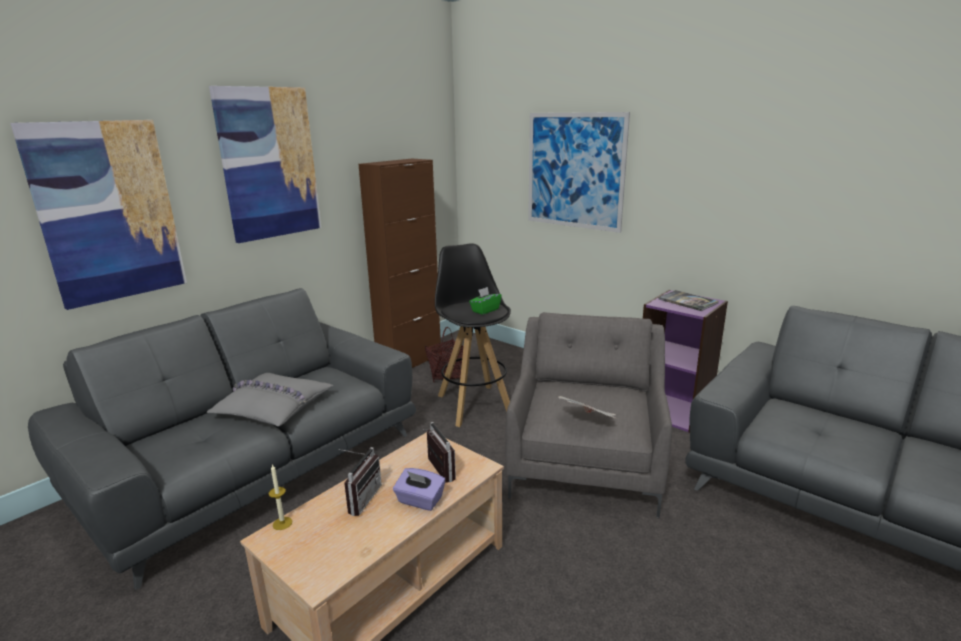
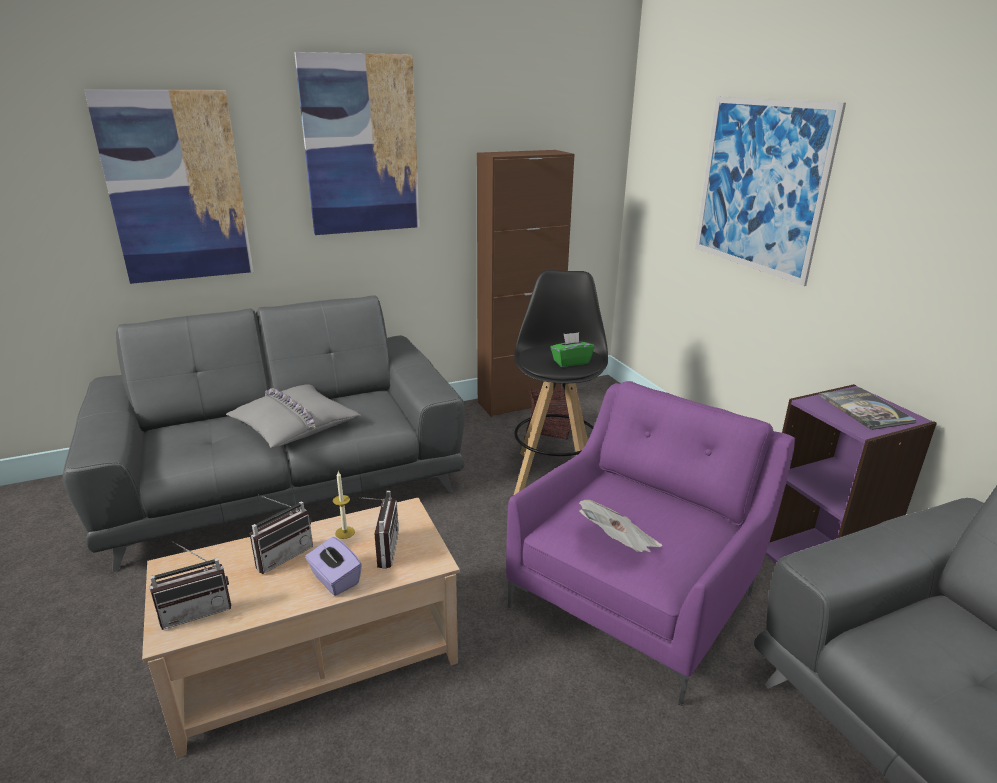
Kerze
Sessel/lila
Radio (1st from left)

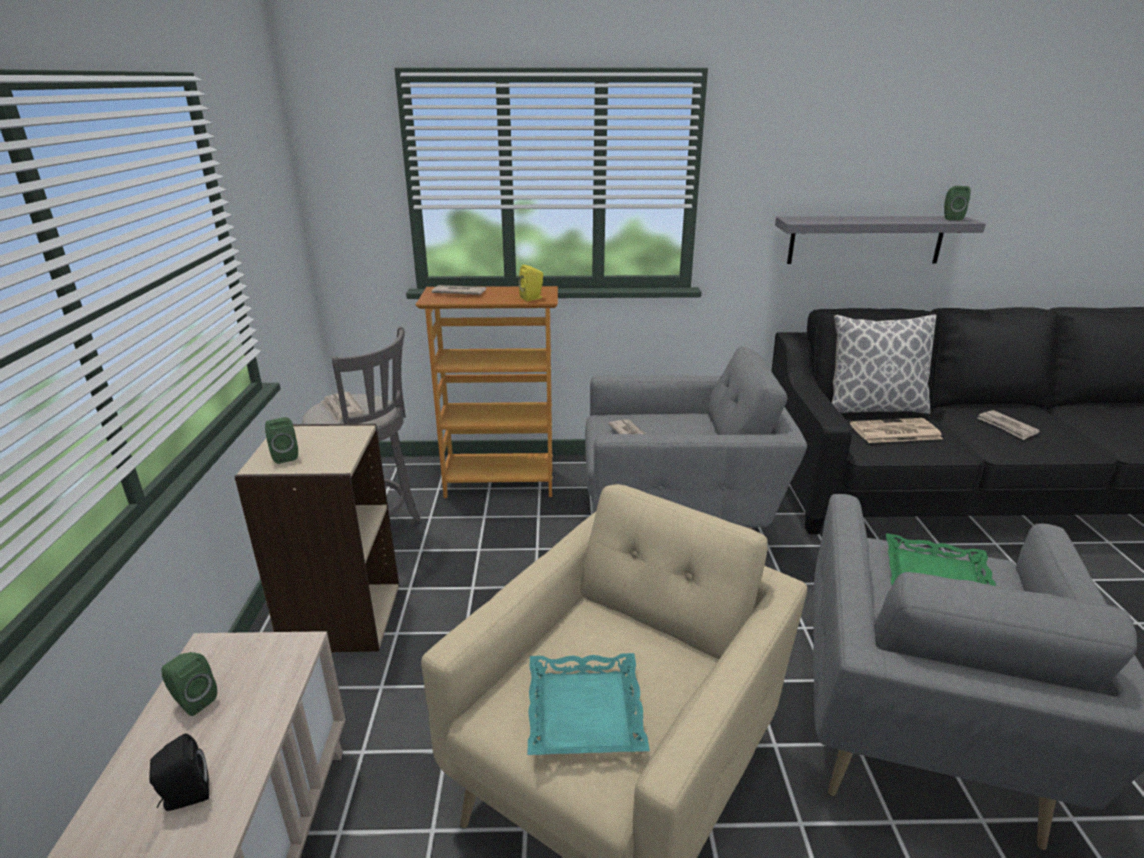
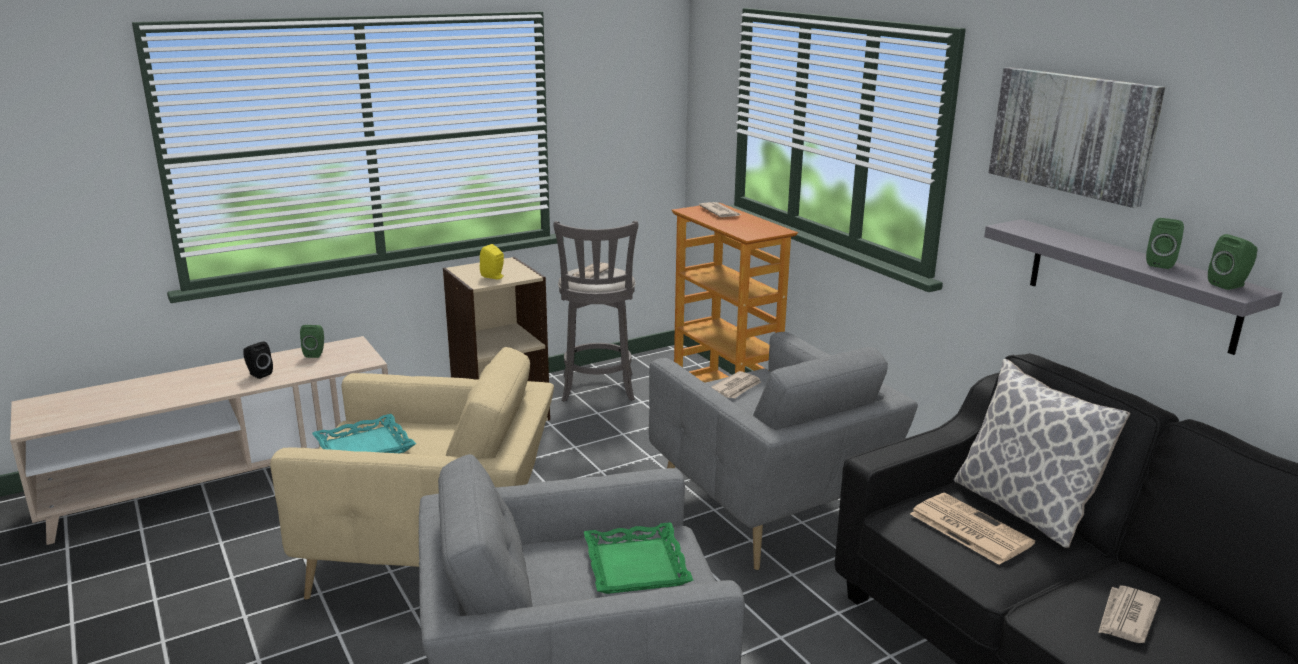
Lautsprecher/grün (2nd from left)
Lautsprecher/gelb
Bild

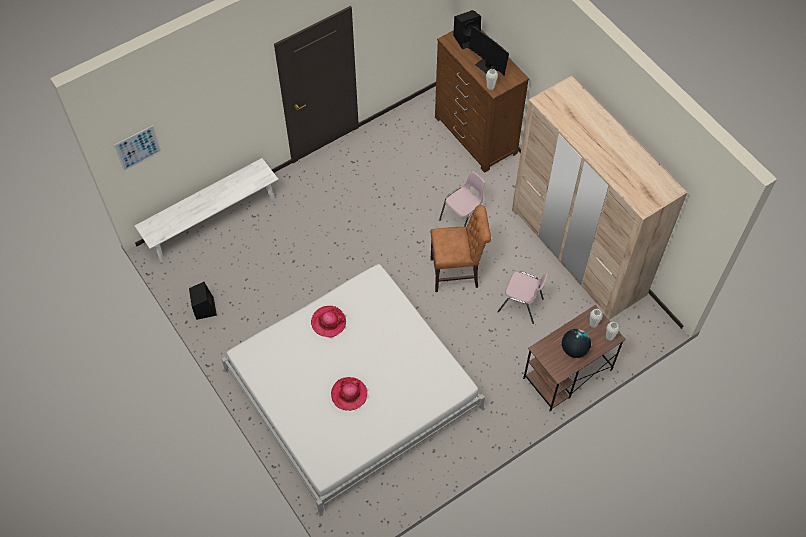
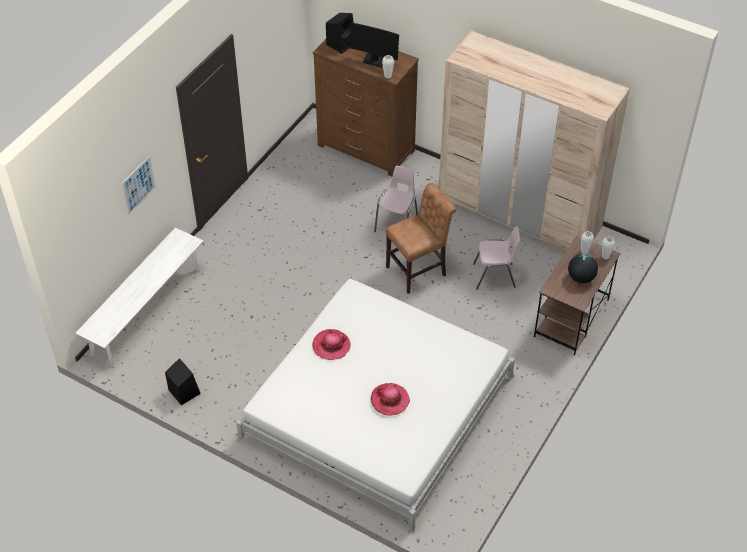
Bild

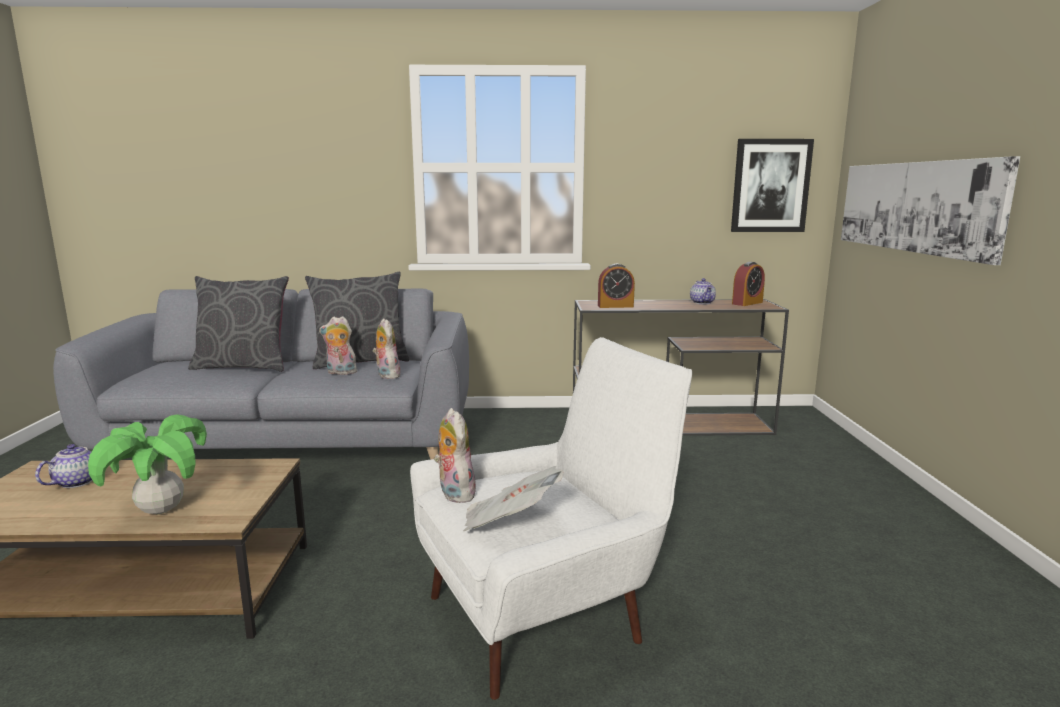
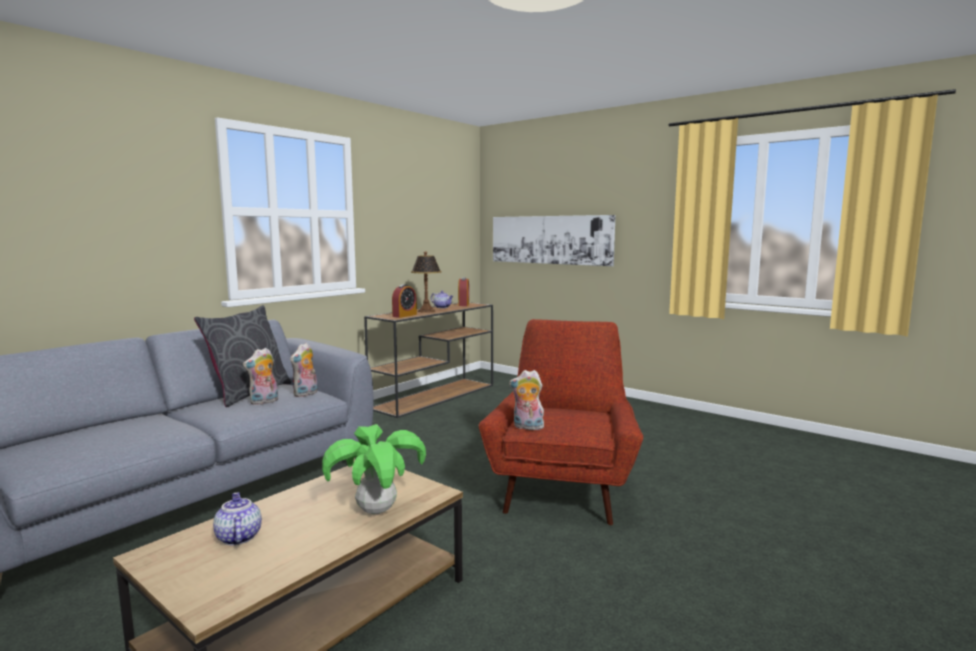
Kissen/grau (1st from left in the first image)
Plüschtier (2nd from left)
Sessel/rot
Zeitung
Bild (1st from left in the first image)
Tischlampe

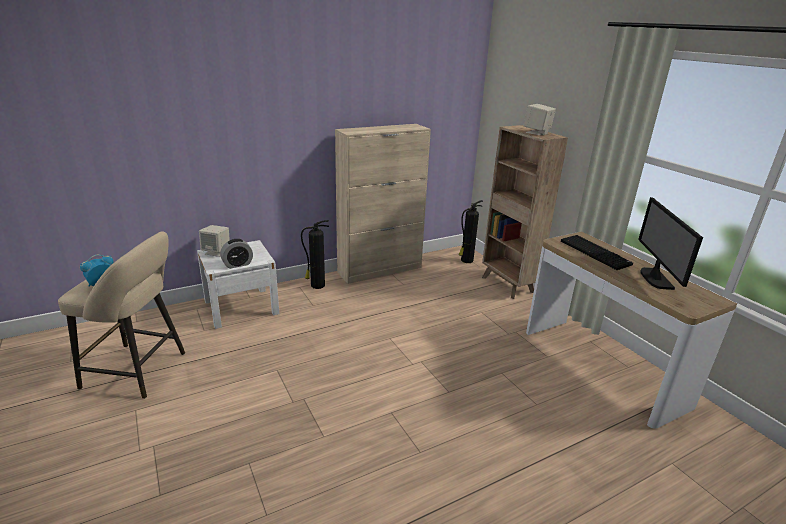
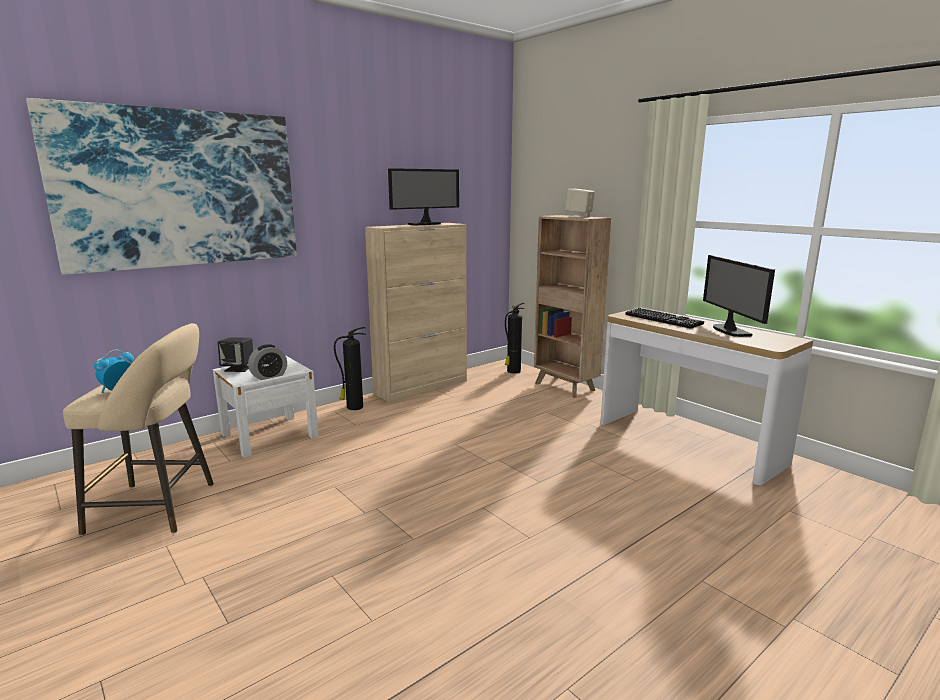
Lautsprecher/schwarz
Bild
Monitor (1st from left)

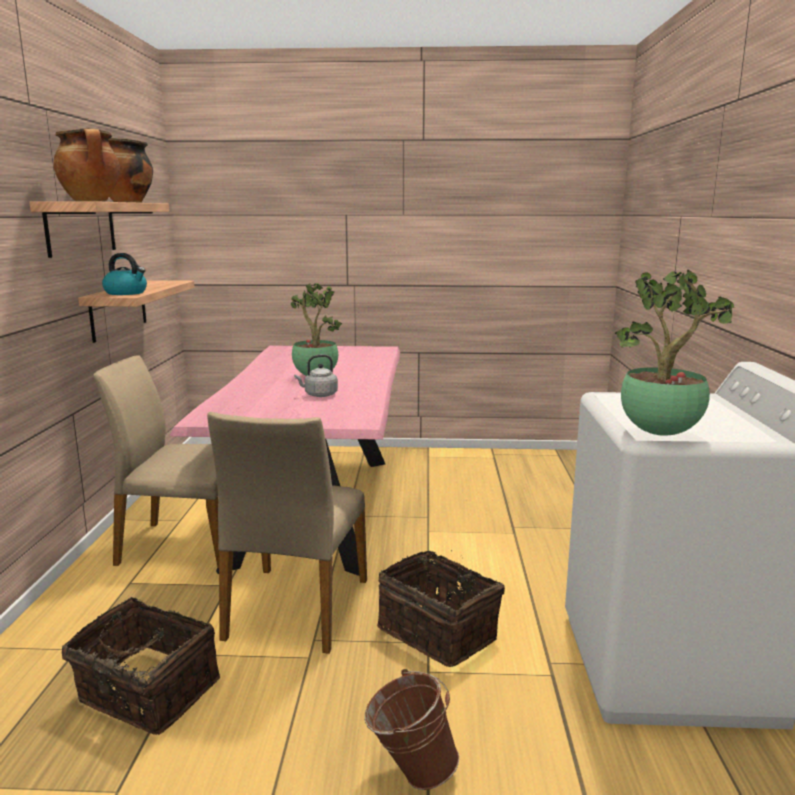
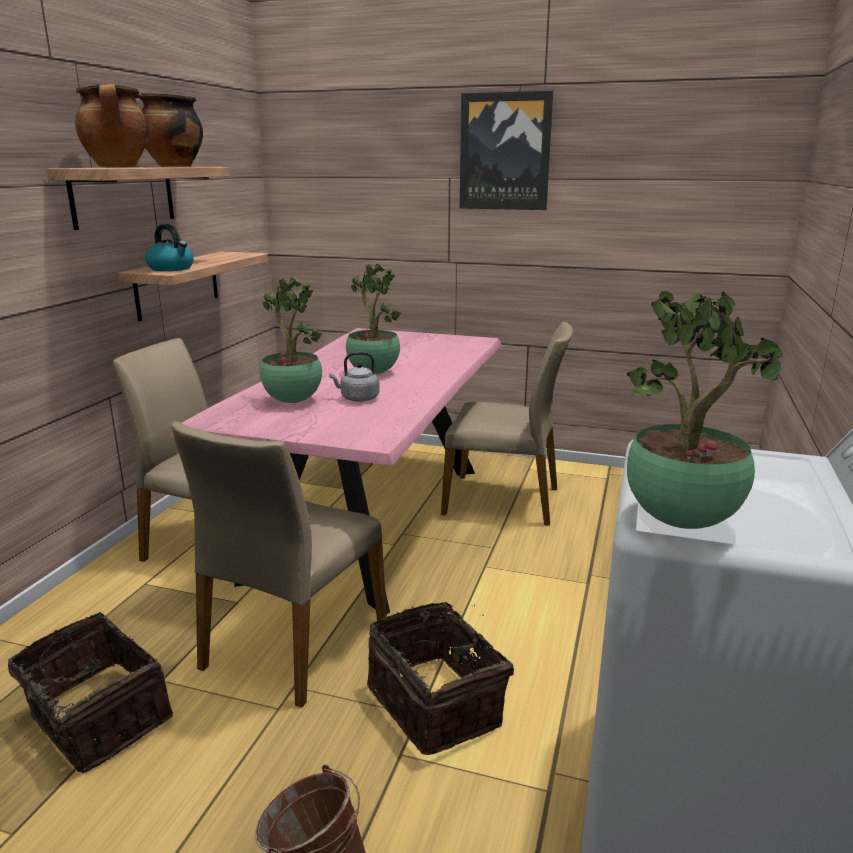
Topfpflanze (1st from left)
Stuhl/beige (3rd from left)
Bild

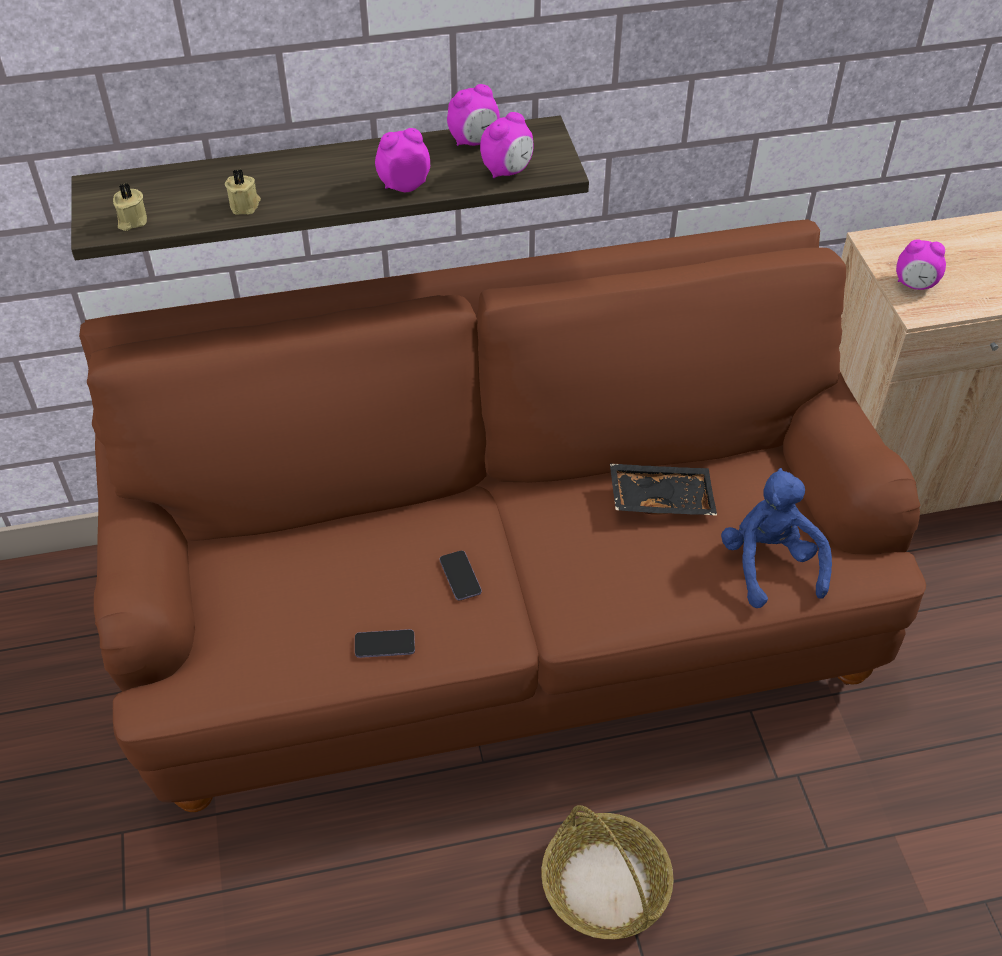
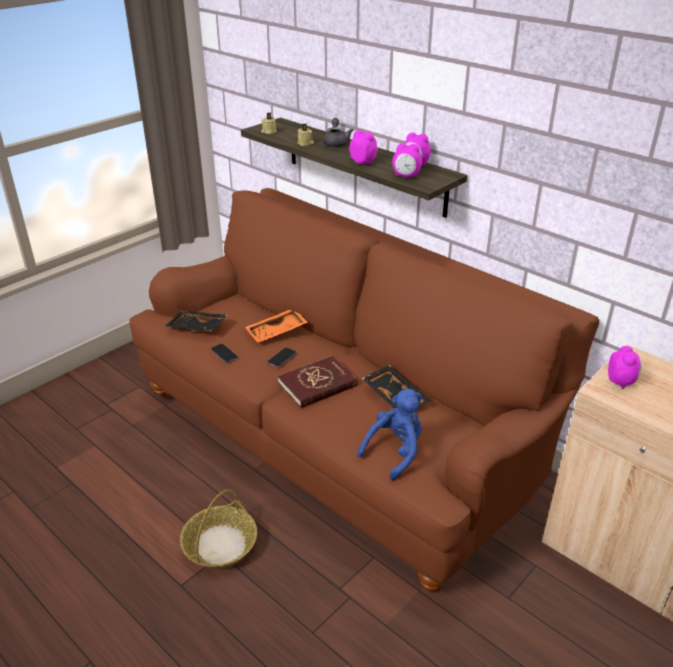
Wecker (4th from left)
Tablett/schwarz (1st from left)
Tablett/orange
Buch/rot
Teekanne/grau

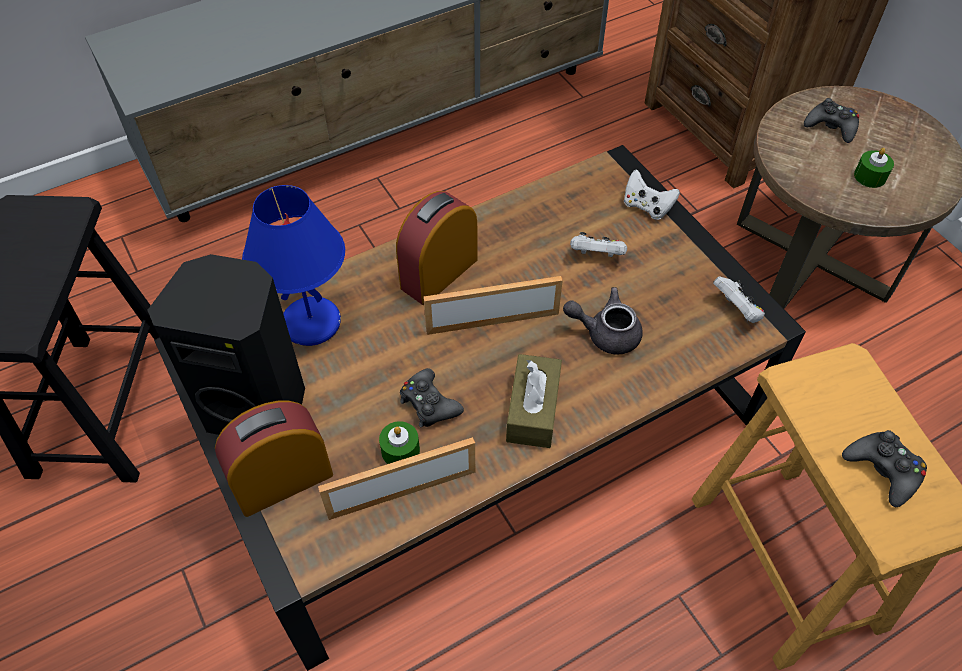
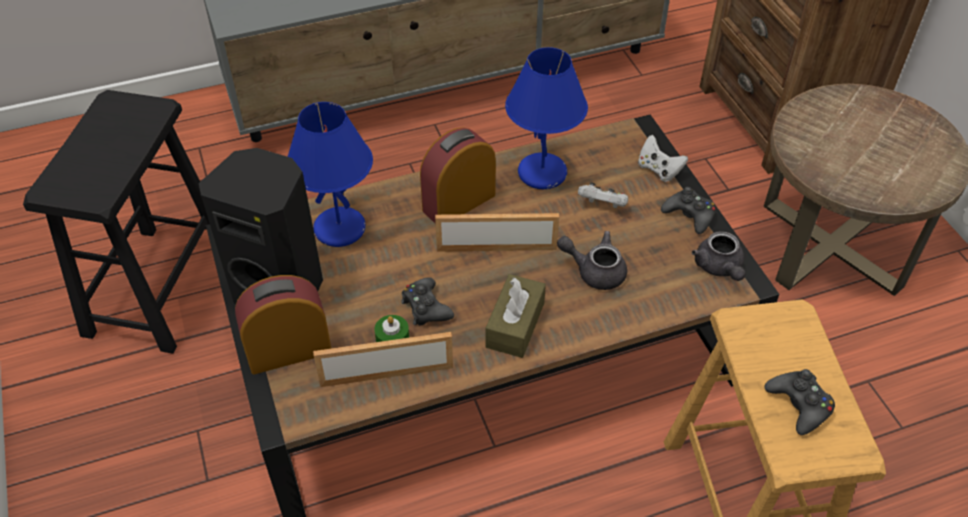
Teekanne/grau (2nd from left)
Gamepad/schwarz (2nd from left)
Kerze/grün (2nd from left in the first image)
Tischlampe/blau (2nd from left)

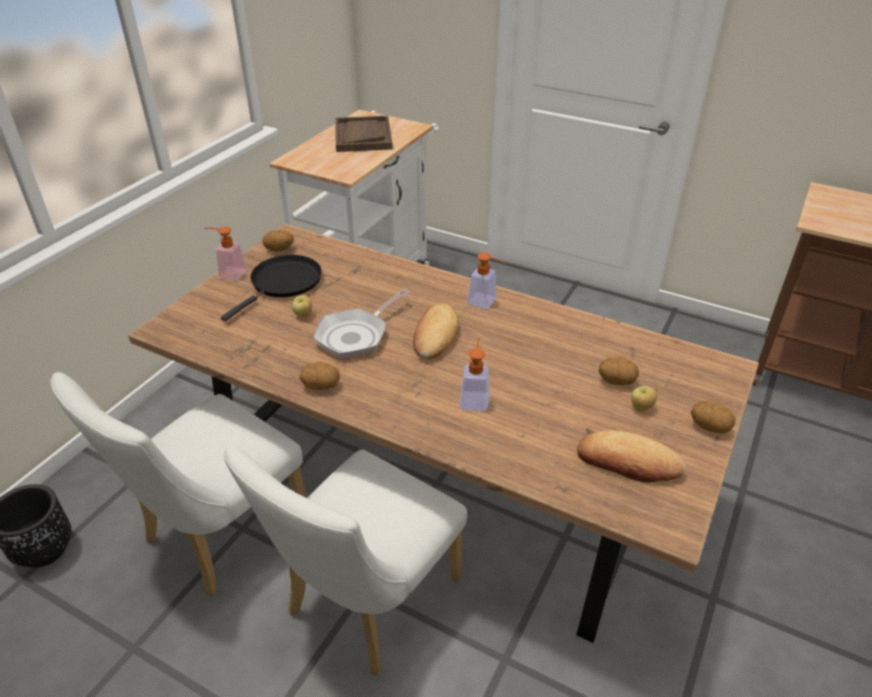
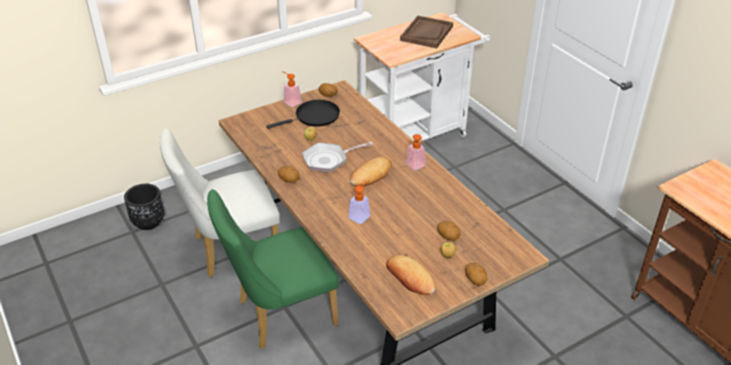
Stuhl/grün

